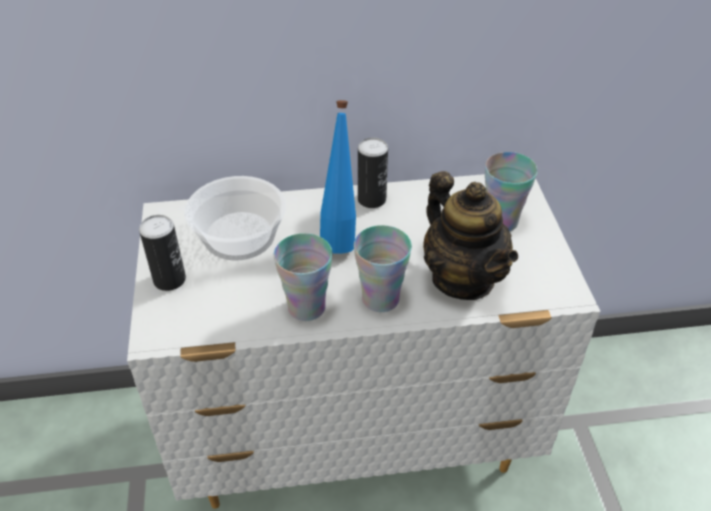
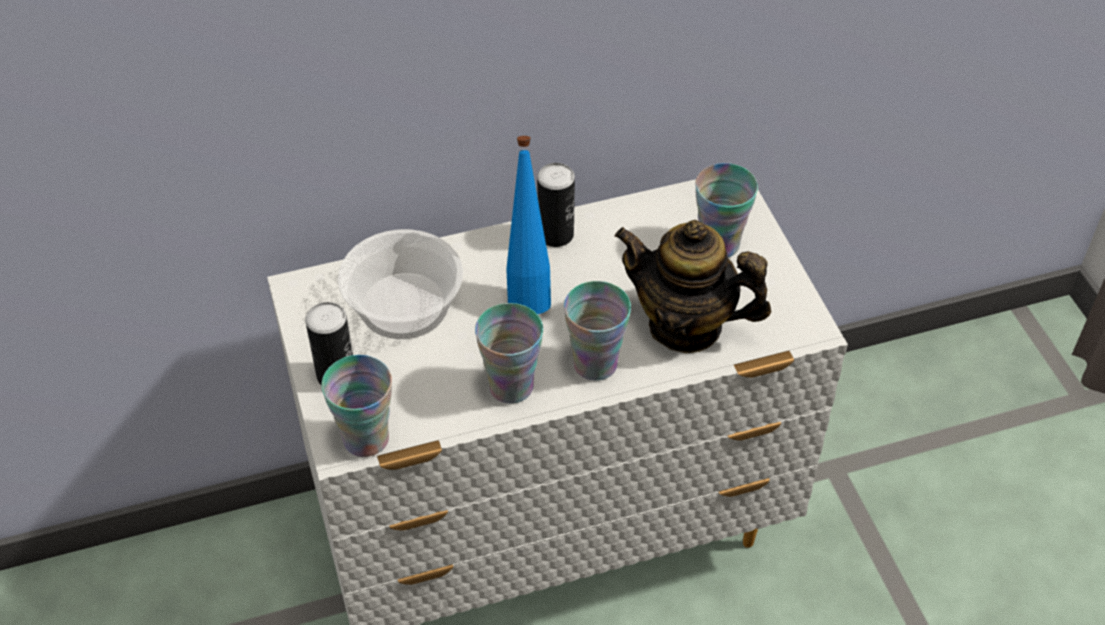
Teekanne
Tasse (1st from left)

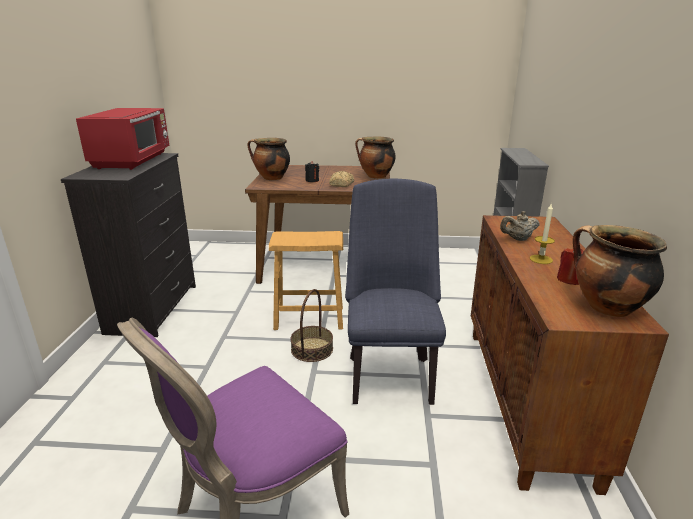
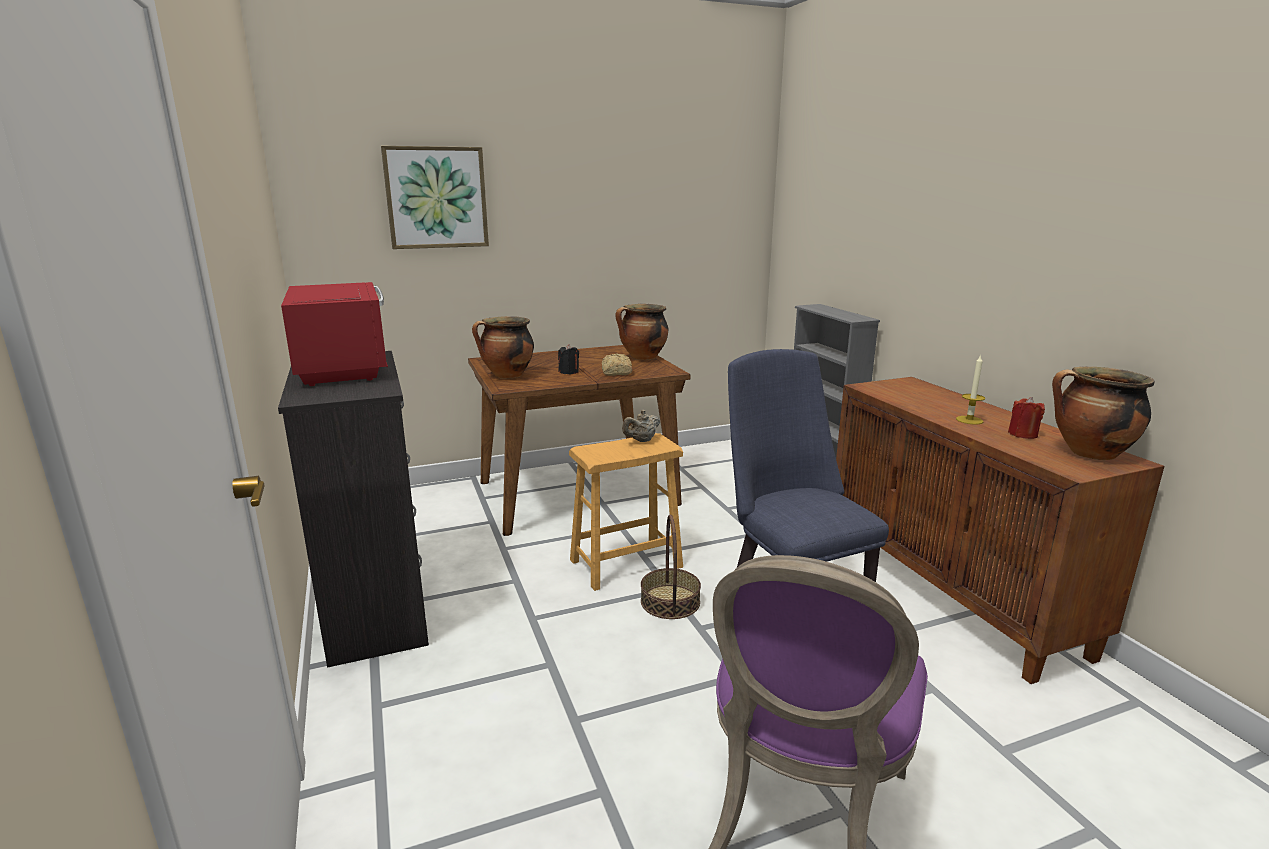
Teekanne/beige
Bild

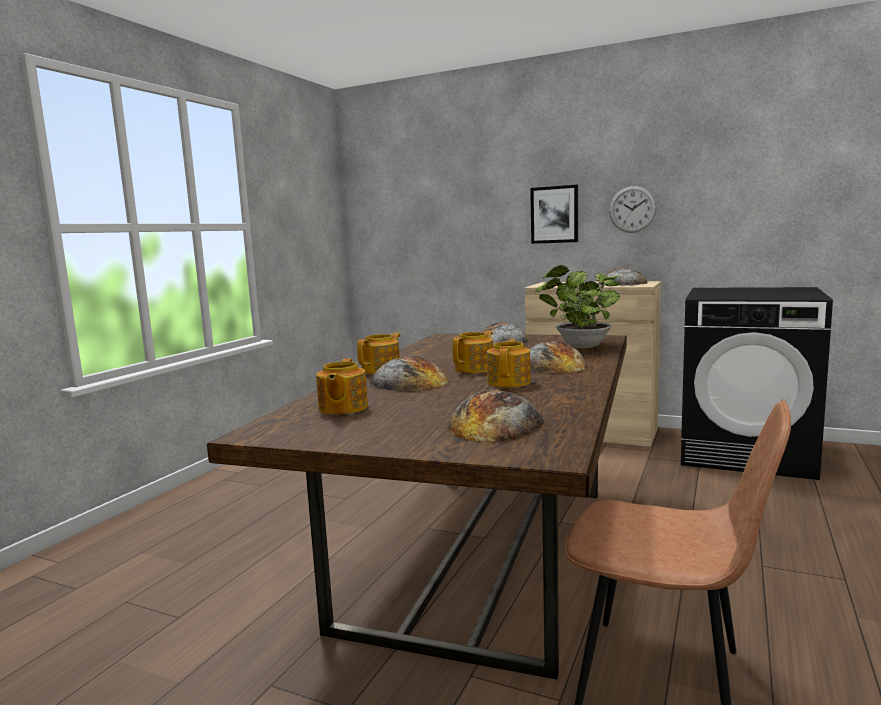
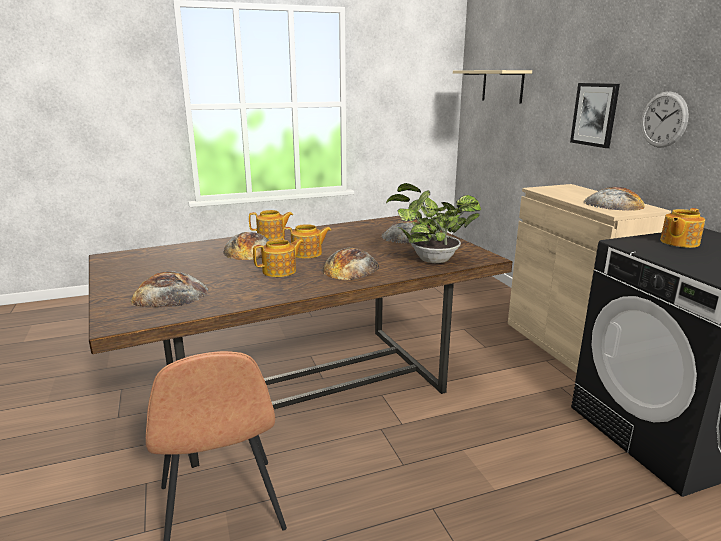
Teekanne (4th from left)
Wandregal/beige

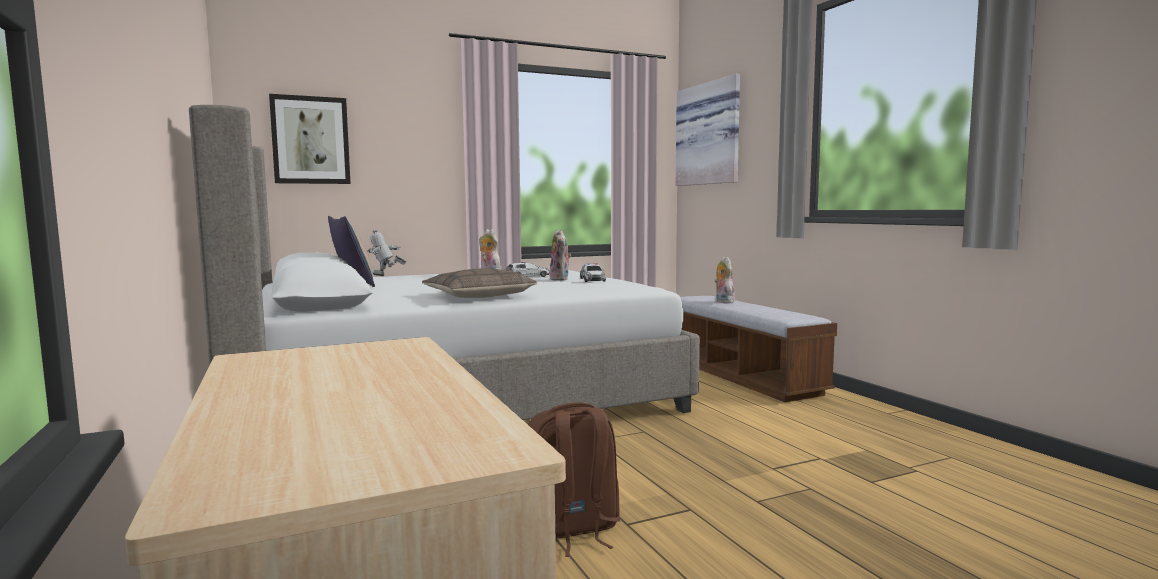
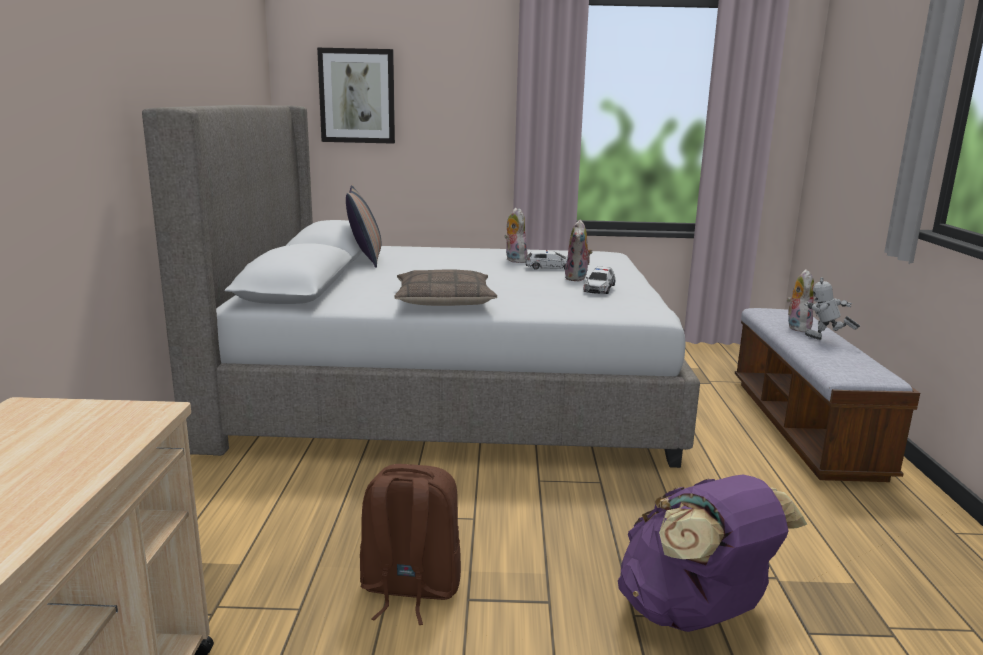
Spielzeugroboter
Bild (2nd from left in the first image)
Rucksack/lila

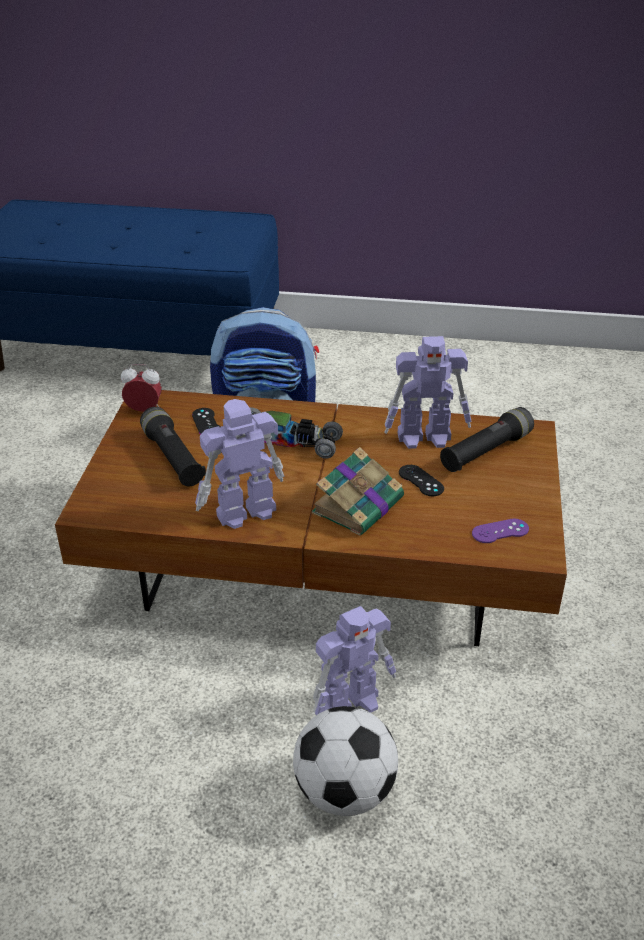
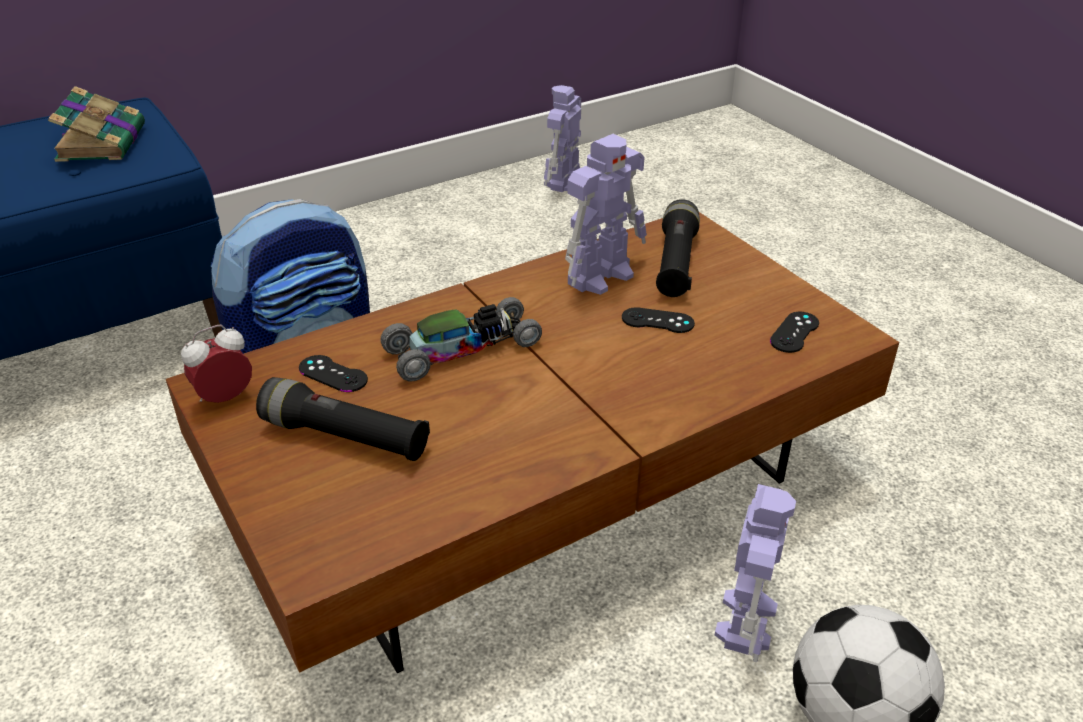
Spielzeugroboter (1st from left)
Buch
Gamepad/schwarz (3rd from left)

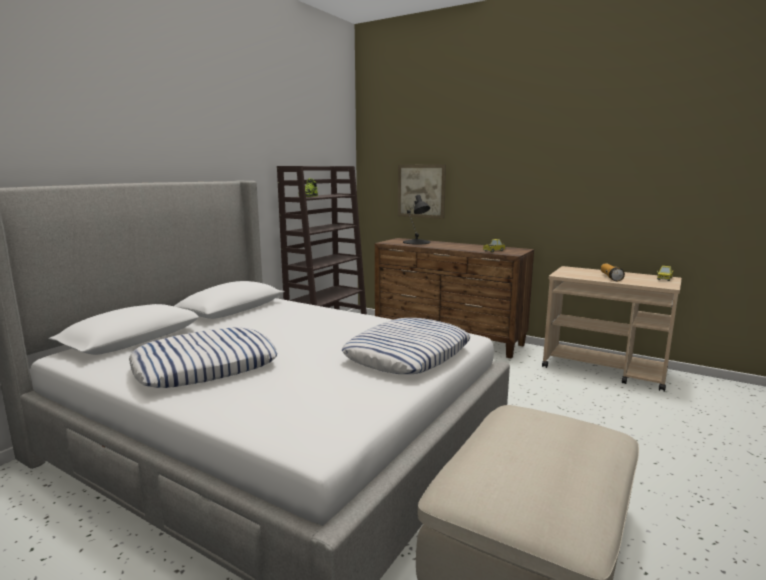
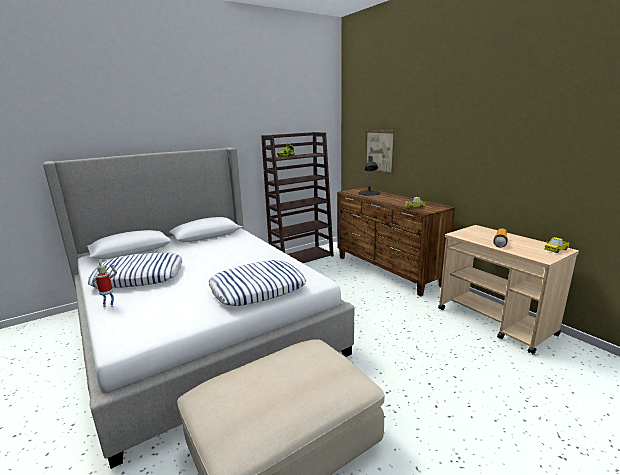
Spielzeugroboter

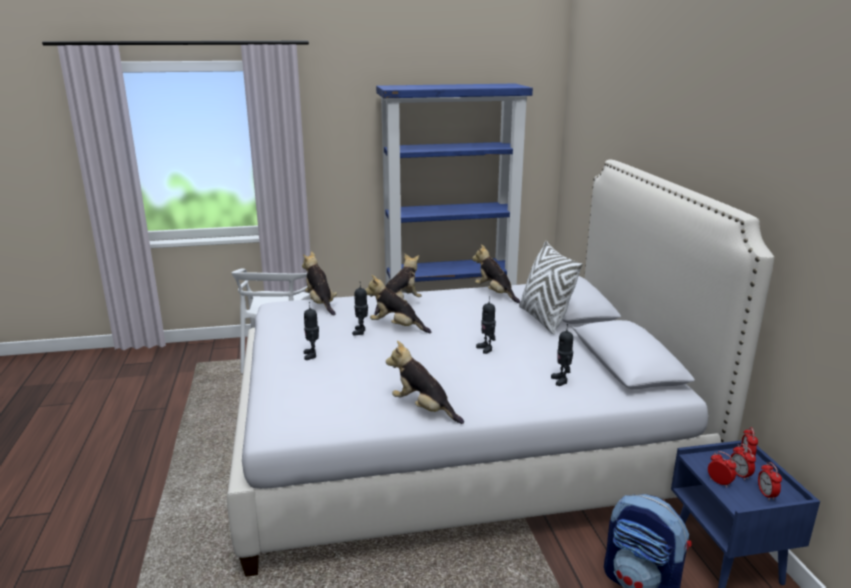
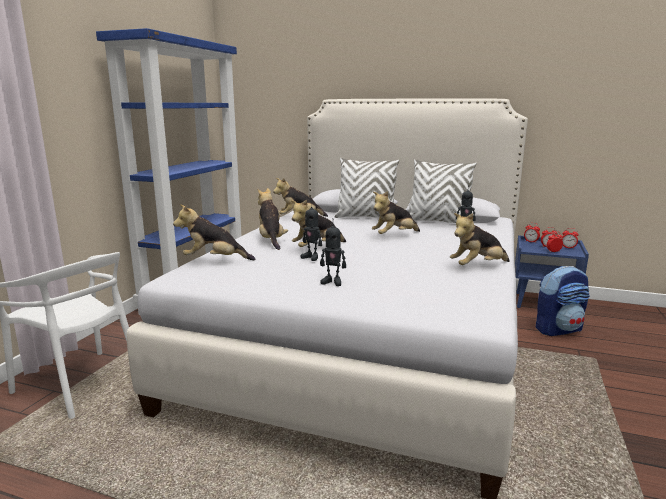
Plüschtier (5th from left)
Kissen/weiß (2nd from left)

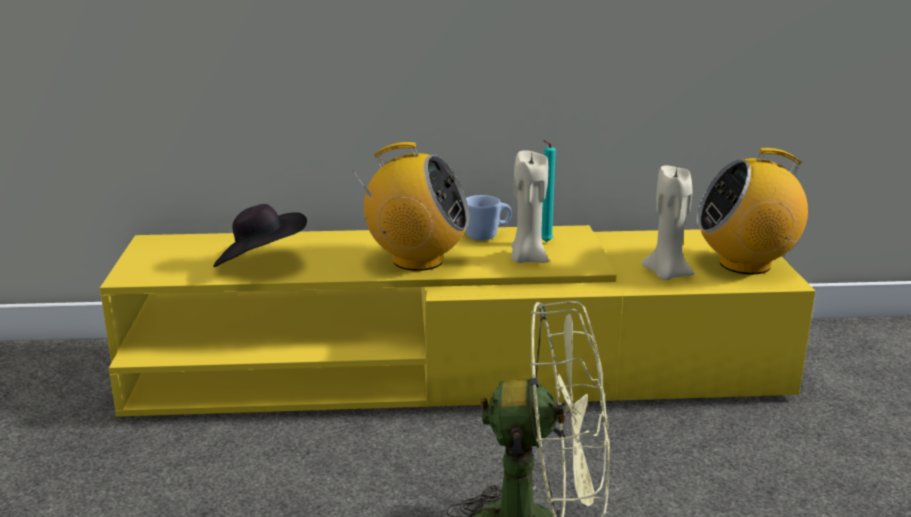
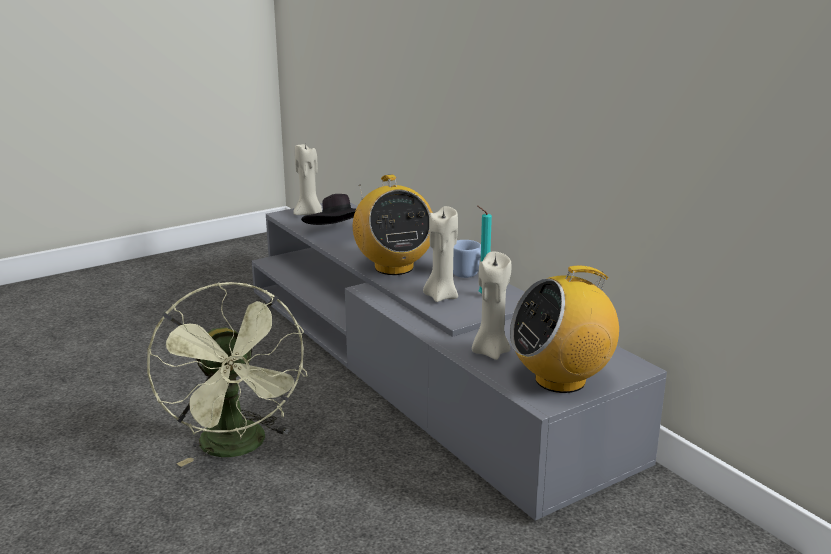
Fernsehschrank/grau
Radio (2nd from left)
Kerze/beige (1st from left)

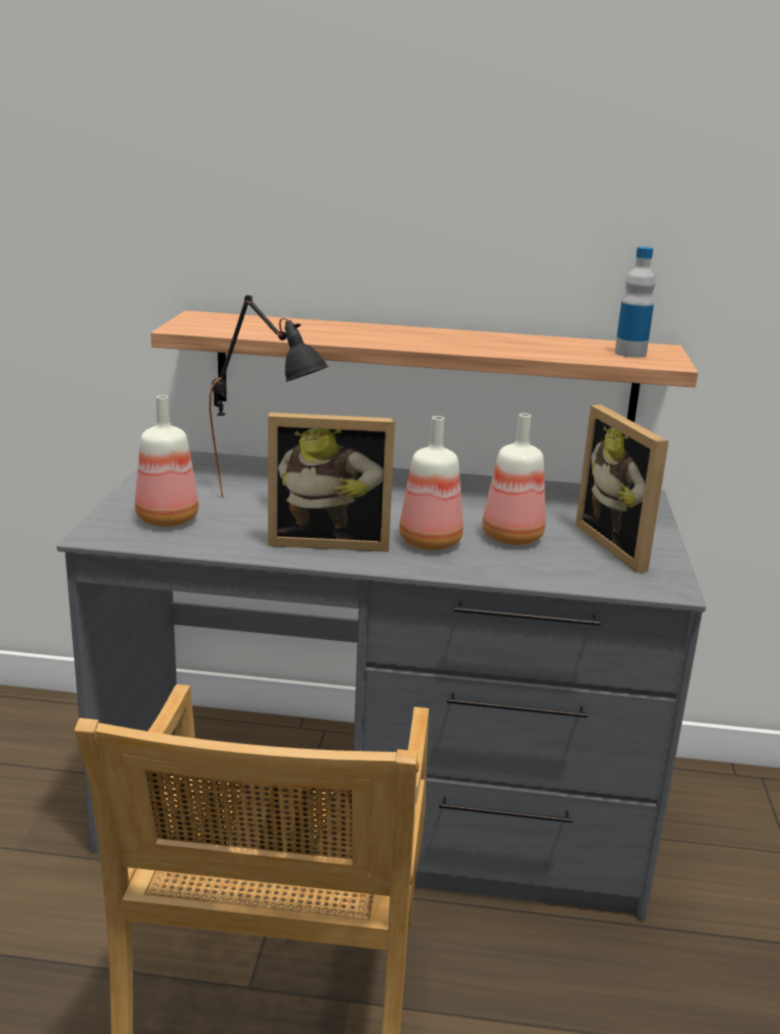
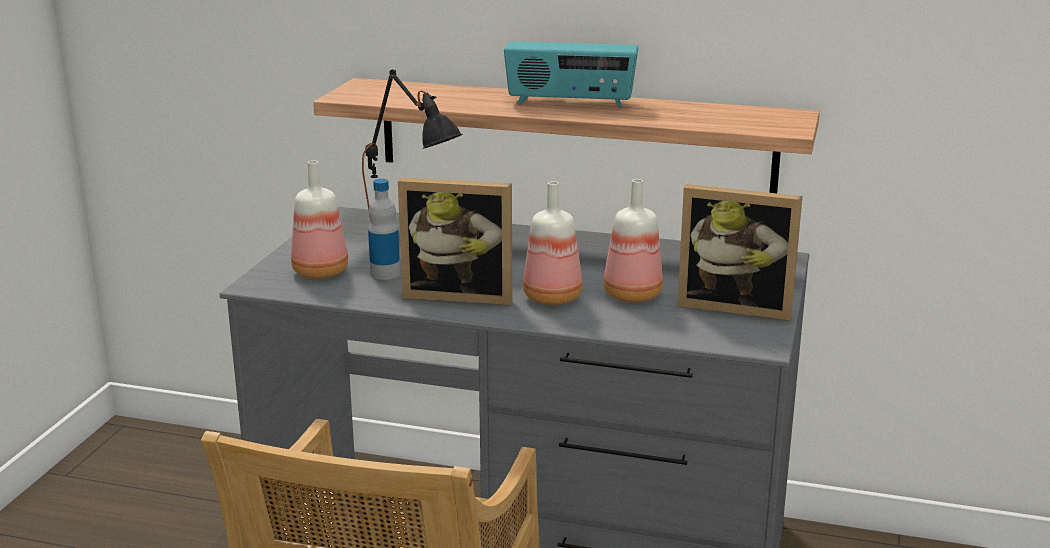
Bilderrahmen (2nd from left)
Flasche (2nd from left)
Radio

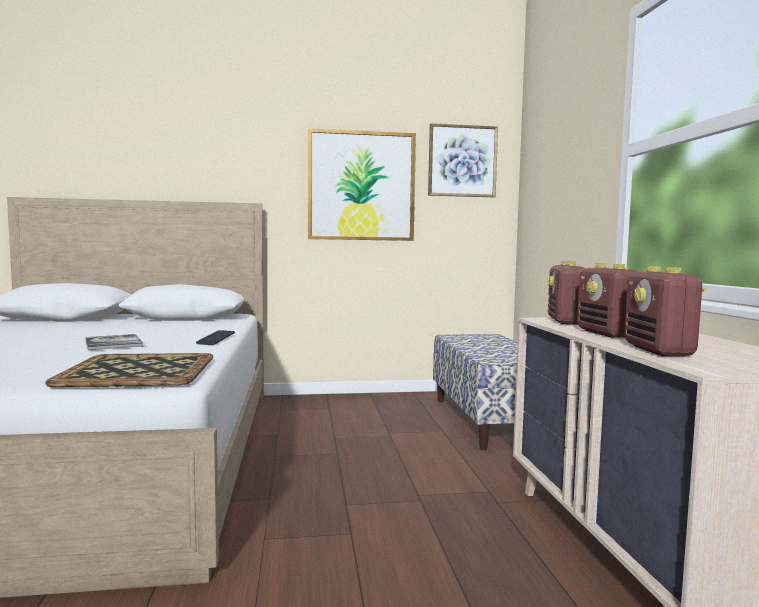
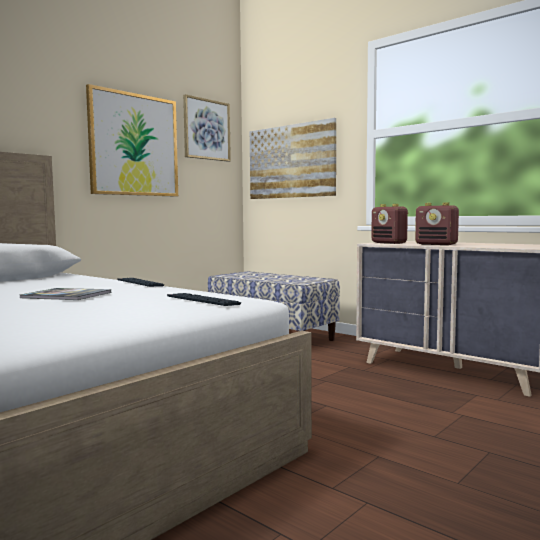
Tastatur (2nd from left)
Radio (3rd from left in the first image)
Bild (3rd from left)

